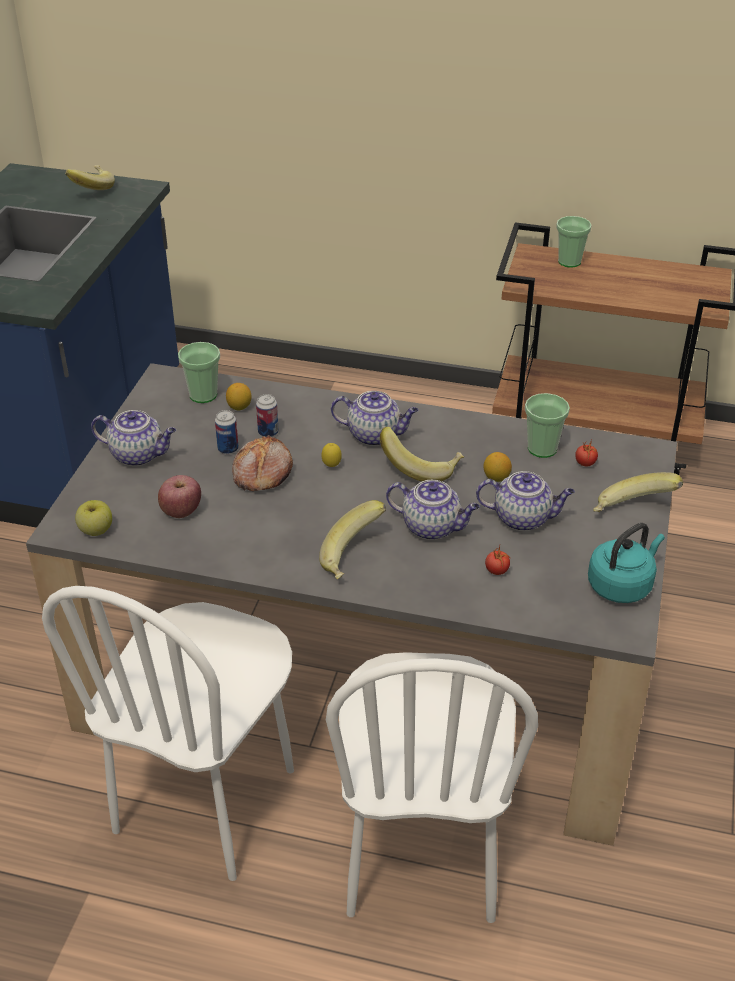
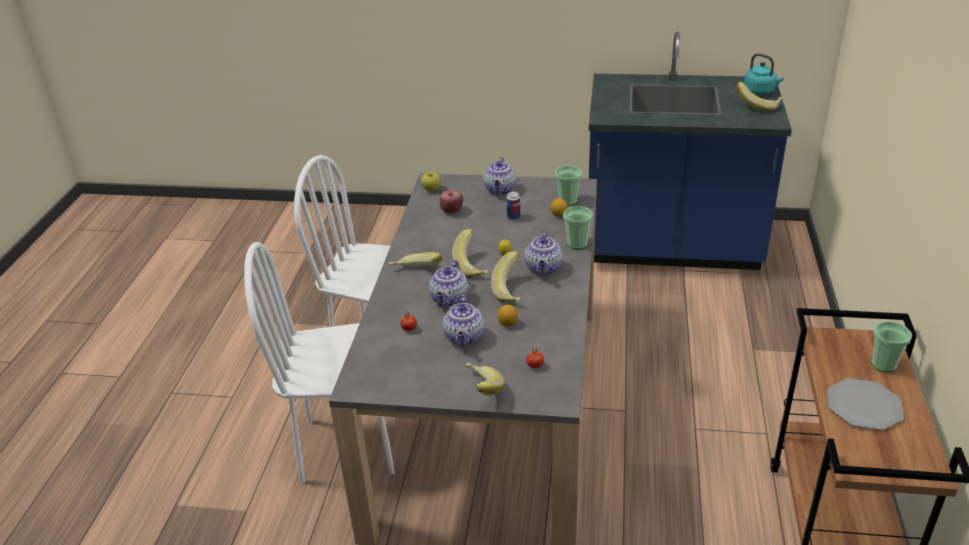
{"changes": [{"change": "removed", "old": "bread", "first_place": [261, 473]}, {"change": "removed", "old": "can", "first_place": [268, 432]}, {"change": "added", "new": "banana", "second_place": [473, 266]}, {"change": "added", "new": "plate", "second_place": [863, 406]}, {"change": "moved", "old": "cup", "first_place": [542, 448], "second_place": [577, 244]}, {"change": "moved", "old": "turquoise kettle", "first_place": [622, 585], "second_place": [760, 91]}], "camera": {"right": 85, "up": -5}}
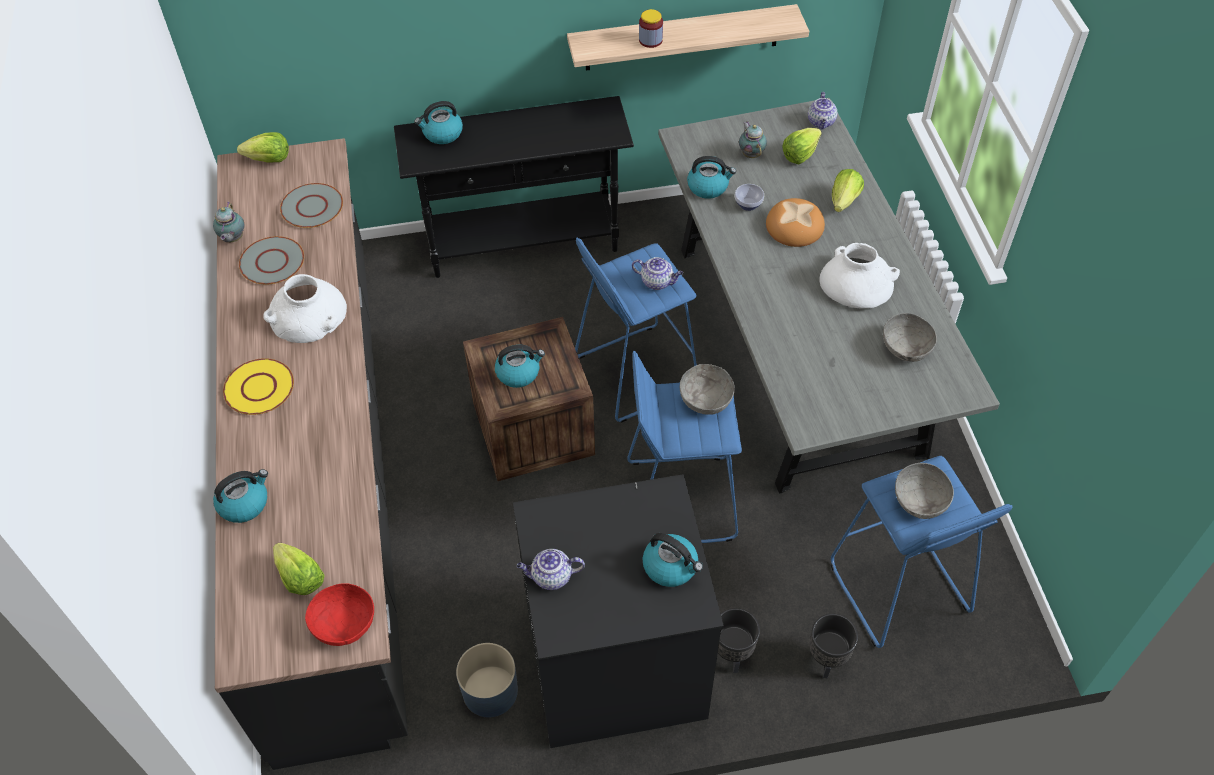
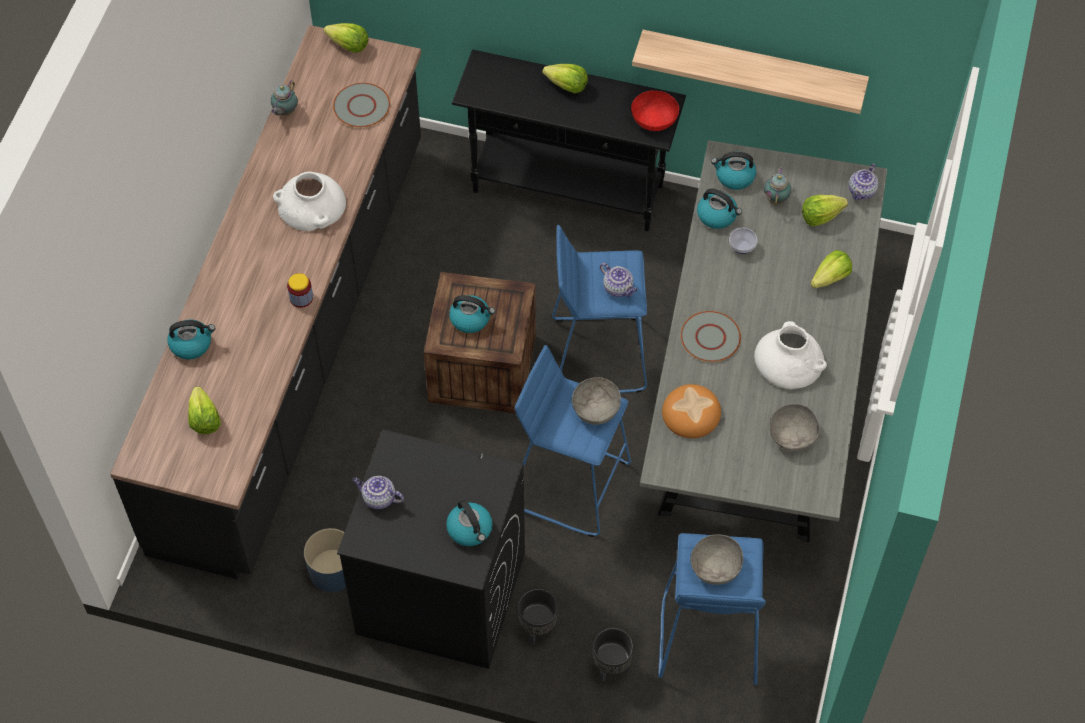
{"changes": [{"change": "removed", "old": "yellow plate", "first_place": [259, 388]}, {"change": "added", "new": "lettuce", "second_place": [567, 86]}, {"change": "moved", "old": "grey plate", "first_place": [272, 262], "second_place": [710, 338]}, {"change": "moved", "old": "red bowl", "first_place": [344, 624], "second_place": [654, 119]}, {"change": "moved", "old": "kettle", "first_place": [442, 134], "second_place": [734, 177]}, {"change": "moved", "old": "jar", "first_place": [650, 40], "second_place": [301, 298]}, {"change": "moved", "old": "bread", "first_place": [794, 226], "second_place": [691, 413]}], "camera": {"right": 25, "up": 5}}
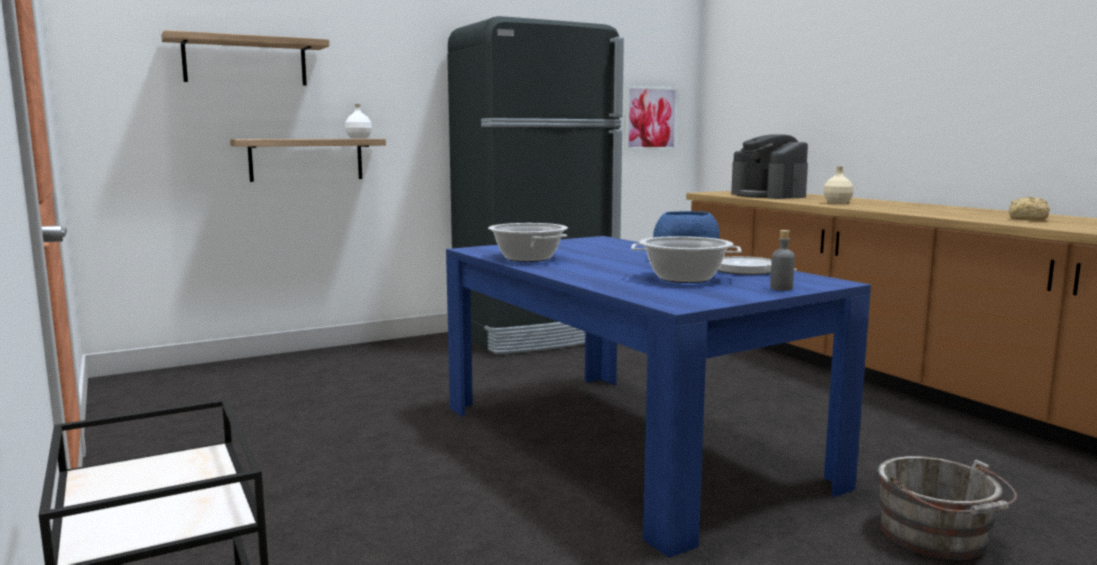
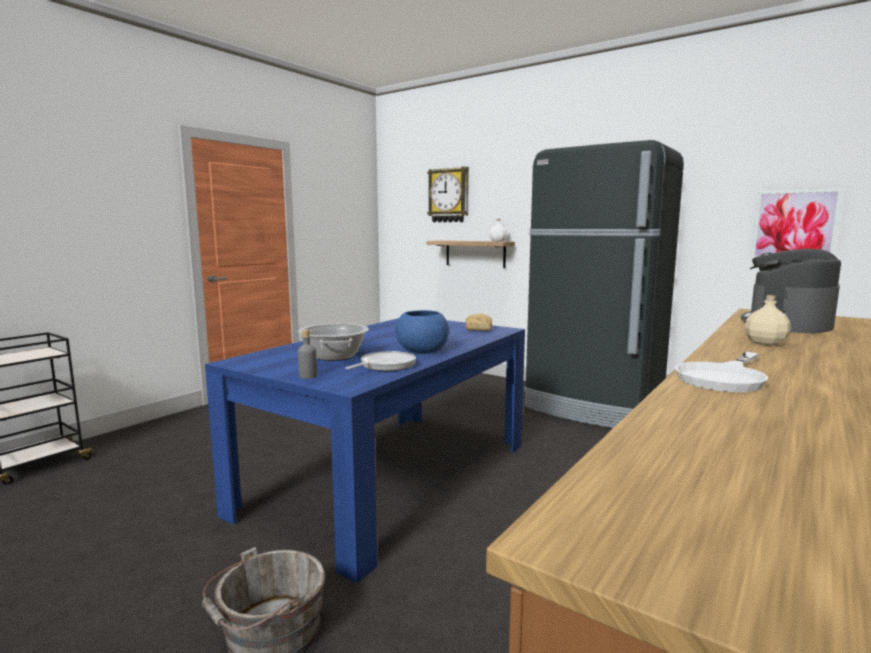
{"changes": [{"change": "removed", "old": "cooking pot", "first_place": [527, 258]}, {"change": "added", "new": "white frying pan", "second_place": [724, 377]}, {"change": "moved", "old": "bread", "first_place": [1027, 219], "second_place": [477, 329]}, {"change": "replaced", "old": "shelf", "new": "wall clock", "first_place": [245, 61], "second_place": [449, 195]}], "camera": {"right": 65, "up": 0}}
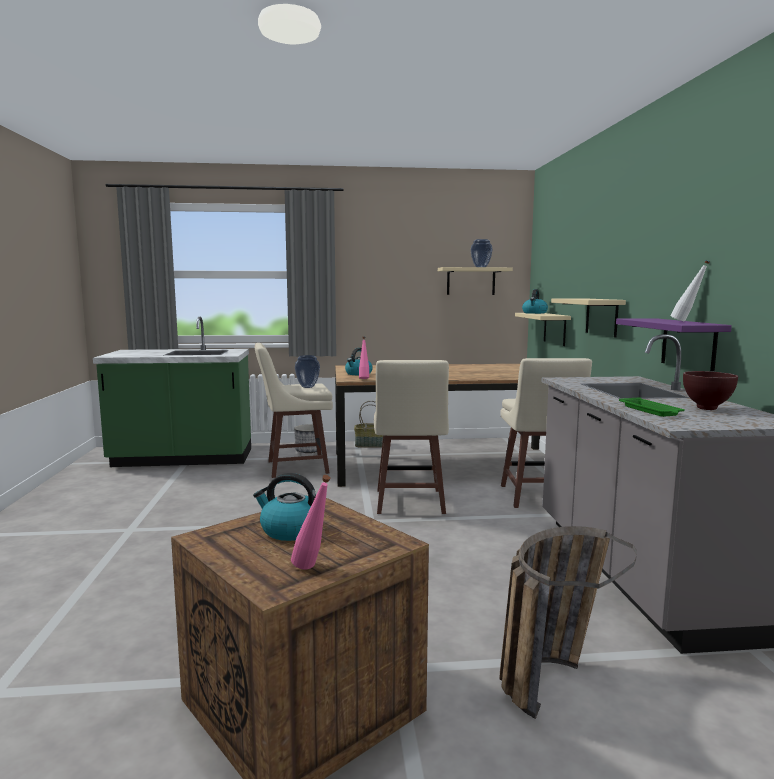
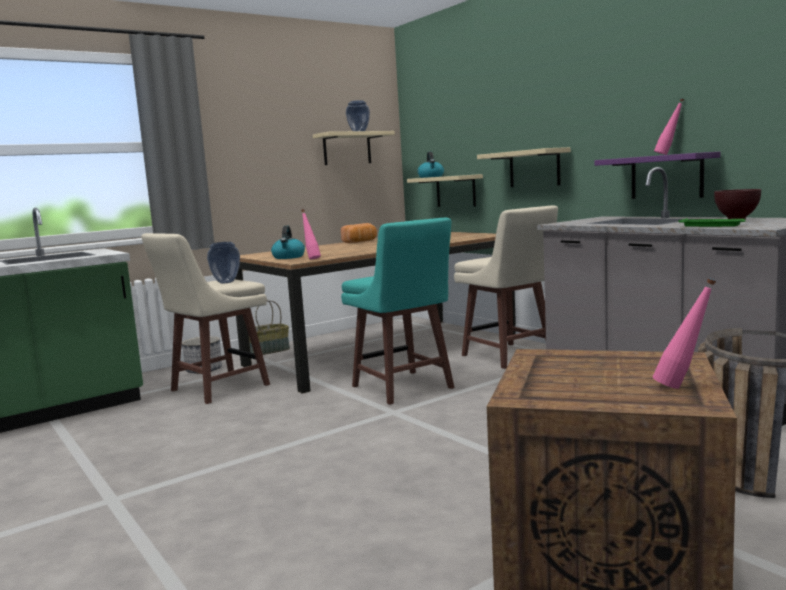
{"changes": [{"change": "removed", "old": "kettle", "first_place": [290, 530]}, {"change": "added", "new": "bread", "second_place": [361, 242]}, {"change": "recoloured", "old": "beige stool", "new": "turquoise stool", "first_place": [409, 503], "second_place": [403, 388]}, {"change": "recoloured", "old": "white bottle", "new": "pink bottle", "first_place": [686, 321], "second_place": [668, 154]}], "camera": {"right": -30, "up": 0}}
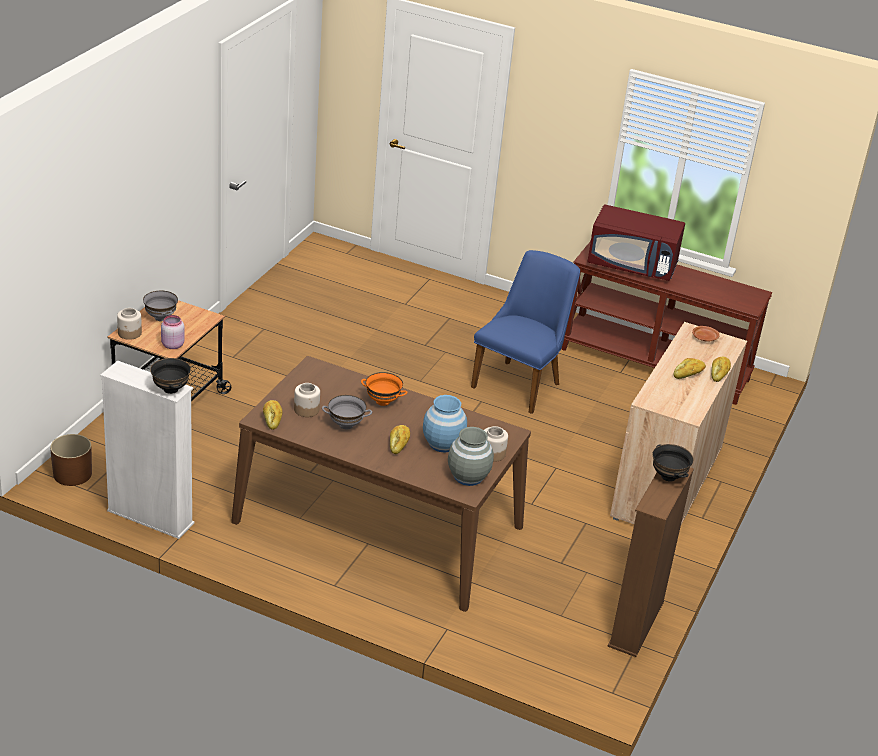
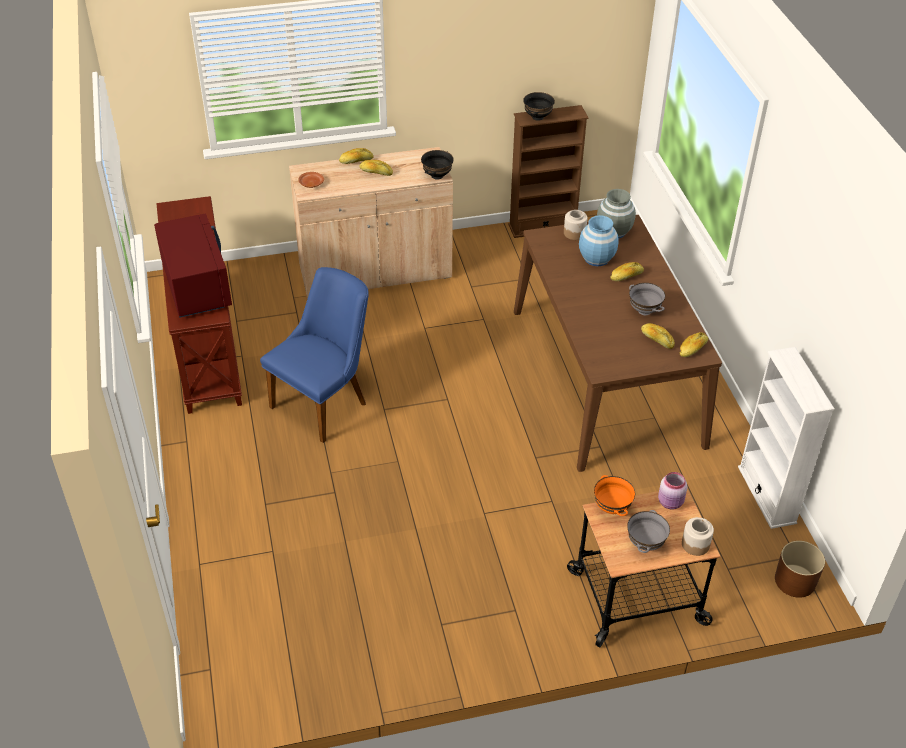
{"changes": [{"change": "moved", "old": "black bowl", "first_place": [171, 389], "second_place": [437, 175]}, {"change": "moved", "old": "orange bowl", "first_place": [382, 402], "second_place": [612, 508]}, {"change": "replaced", "old": "jar", "new": "bread", "first_place": [306, 409], "second_place": [657, 339]}, {"change": "turned", "old": "blue chair", "first_place": [521, 382], "second_place": [326, 401], "degrees": 135}], "camera": {"right": -125, "up": 10}}
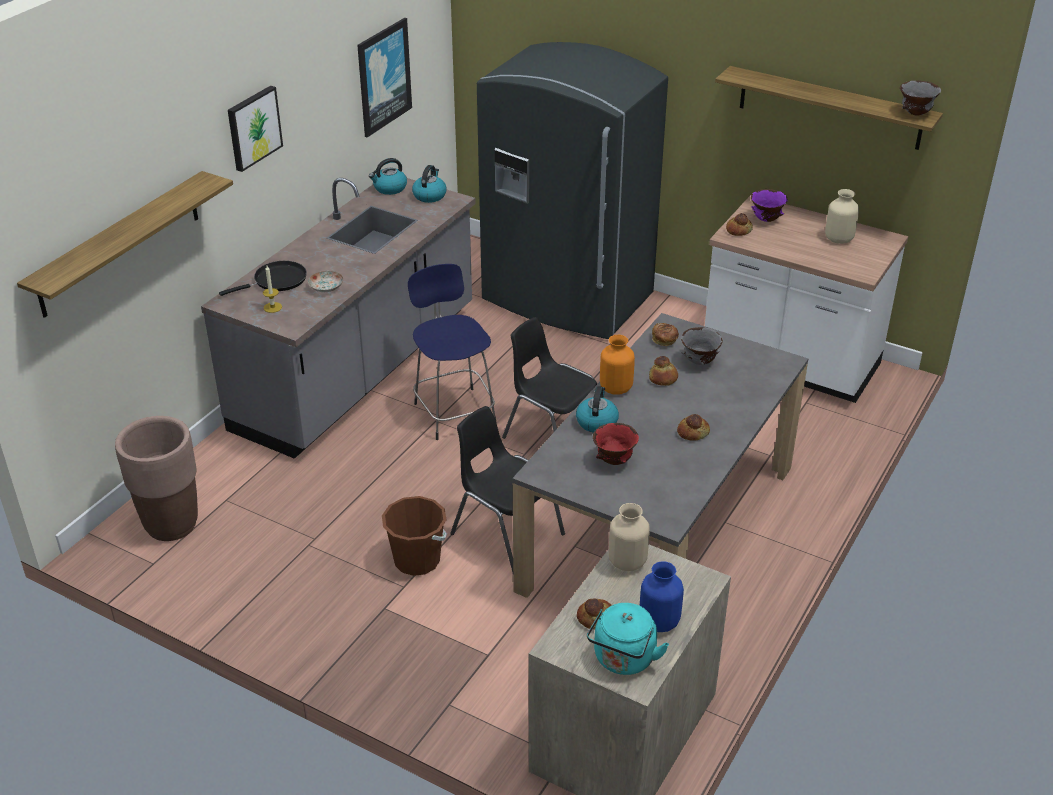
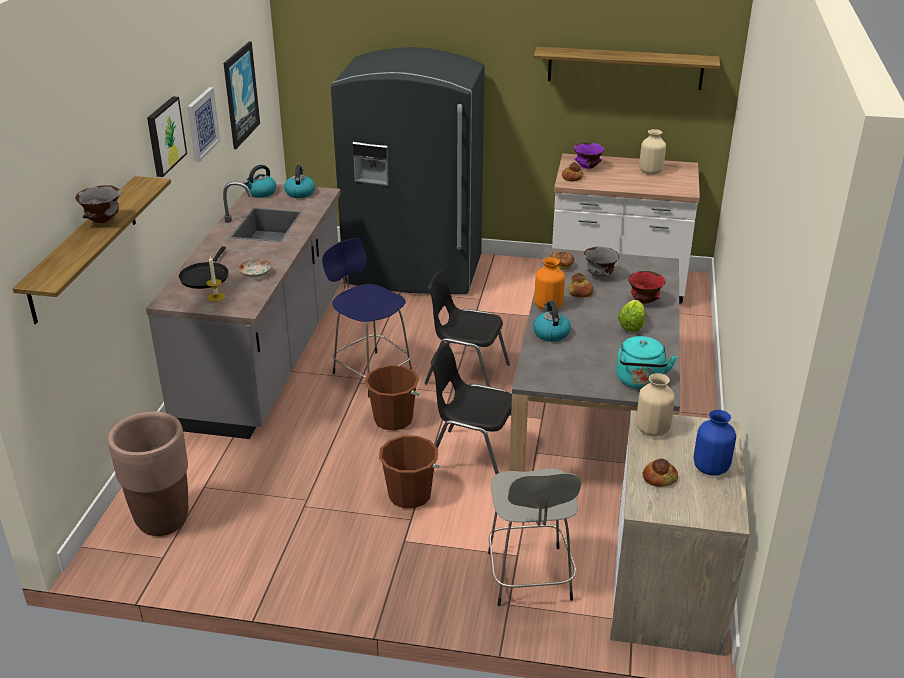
{"changes": [{"change": "added", "new": "picture", "second_place": [202, 124]}, {"change": "added", "new": "brown bucket", "second_place": [393, 419]}, {"change": "added", "new": "grey stool", "second_place": [529, 578]}, {"change": "moved", "old": "turquoise kettle", "first_place": [623, 660], "second_place": [640, 381]}, {"change": "moved", "old": "red bowl", "first_place": [614, 461], "second_place": [644, 302]}, {"change": "moved", "old": "grey bowl", "first_place": [915, 114], "second_place": [103, 221]}, {"change": "replaced", "old": "bread", "new": "lettuce", "first_place": [692, 432], "second_place": [631, 325]}, {"change": "turned", "old": "black frying pan", "first_place": [276, 281], "second_place": [205, 276], "degrees": 150}], "camera": {"right": -20, "up": -5}}
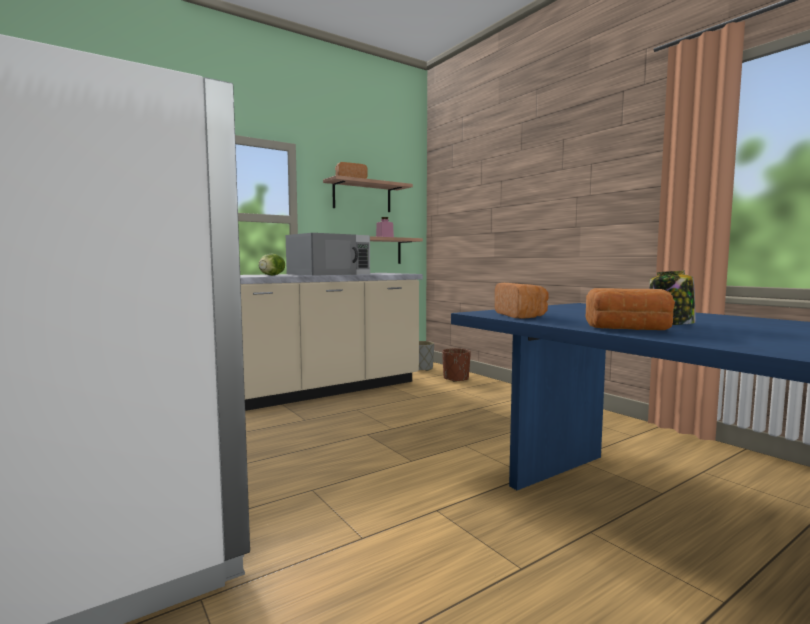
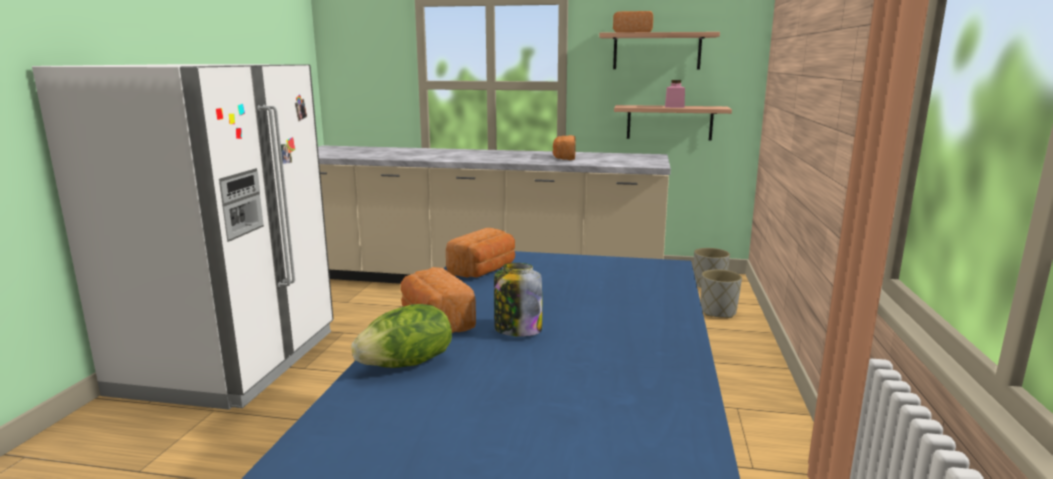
{"changes": [{"change": "moved", "old": "lettuce", "first_place": [272, 275], "second_place": [407, 364]}, {"change": "replaced", "old": "white microwave", "new": "bread", "first_place": [329, 274], "second_place": [564, 157]}, {"change": "recoloured", "old": "brown planter", "new": "grey planter", "first_place": [456, 379], "second_place": [718, 312]}], "camera": {"right": 45, "up": 10}}
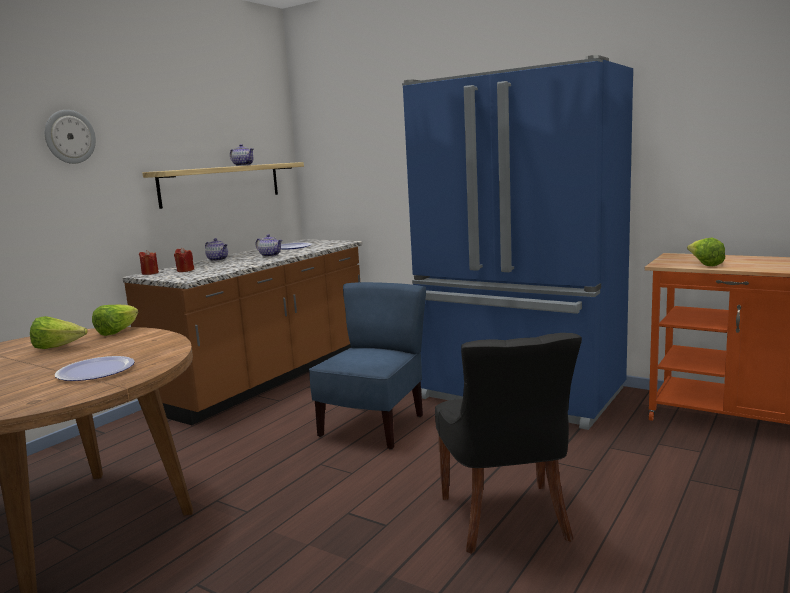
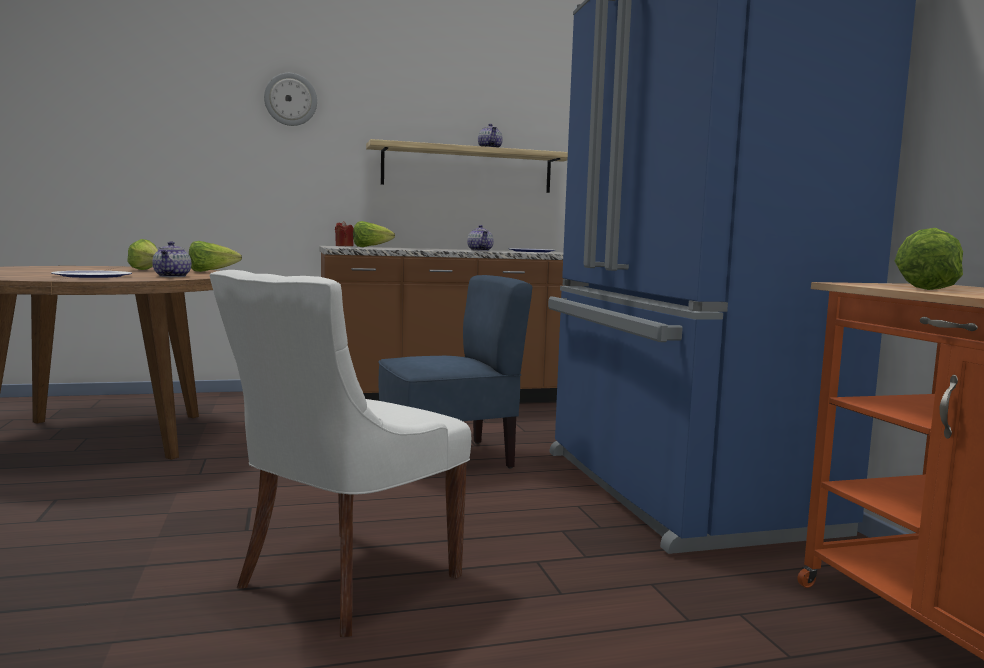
{"changes": [{"change": "moved", "old": "teapot", "first_place": [218, 259], "second_place": [172, 276]}, {"change": "replaced", "old": "red candle", "new": "lettuce", "first_place": [185, 270], "second_place": [370, 247]}, {"change": "recoloured", "old": "black chair", "new": "white chair", "first_place": [506, 519], "second_place": [343, 582]}], "camera": {"right": 40, "up": -5}}
